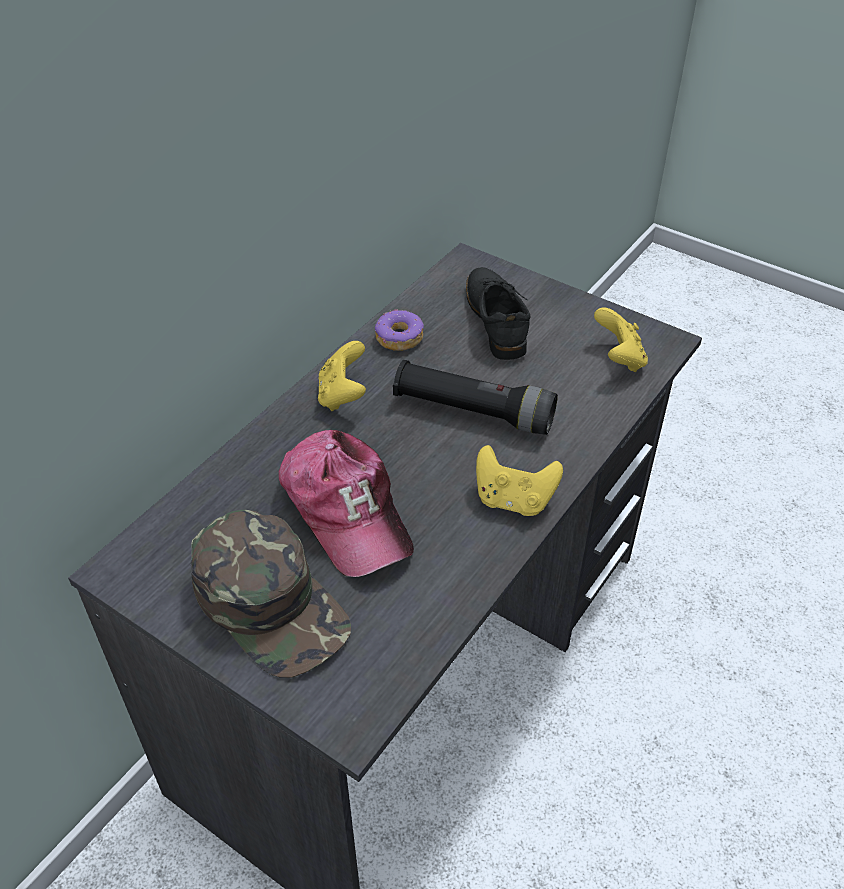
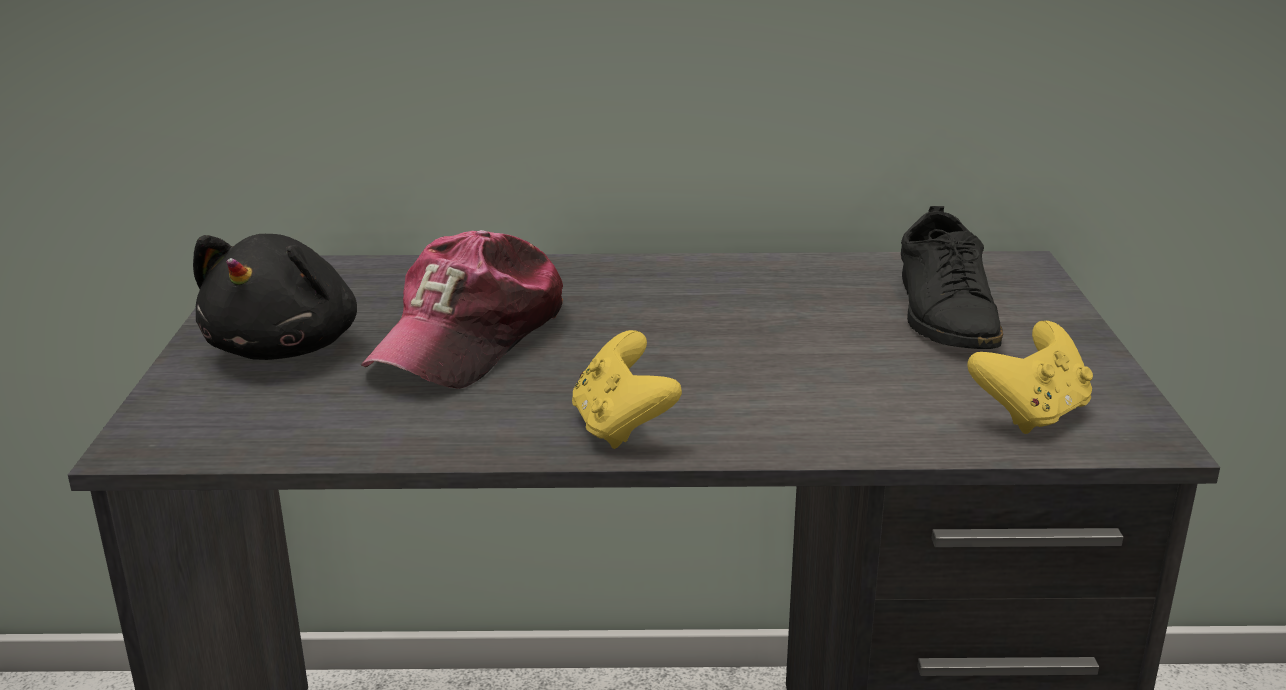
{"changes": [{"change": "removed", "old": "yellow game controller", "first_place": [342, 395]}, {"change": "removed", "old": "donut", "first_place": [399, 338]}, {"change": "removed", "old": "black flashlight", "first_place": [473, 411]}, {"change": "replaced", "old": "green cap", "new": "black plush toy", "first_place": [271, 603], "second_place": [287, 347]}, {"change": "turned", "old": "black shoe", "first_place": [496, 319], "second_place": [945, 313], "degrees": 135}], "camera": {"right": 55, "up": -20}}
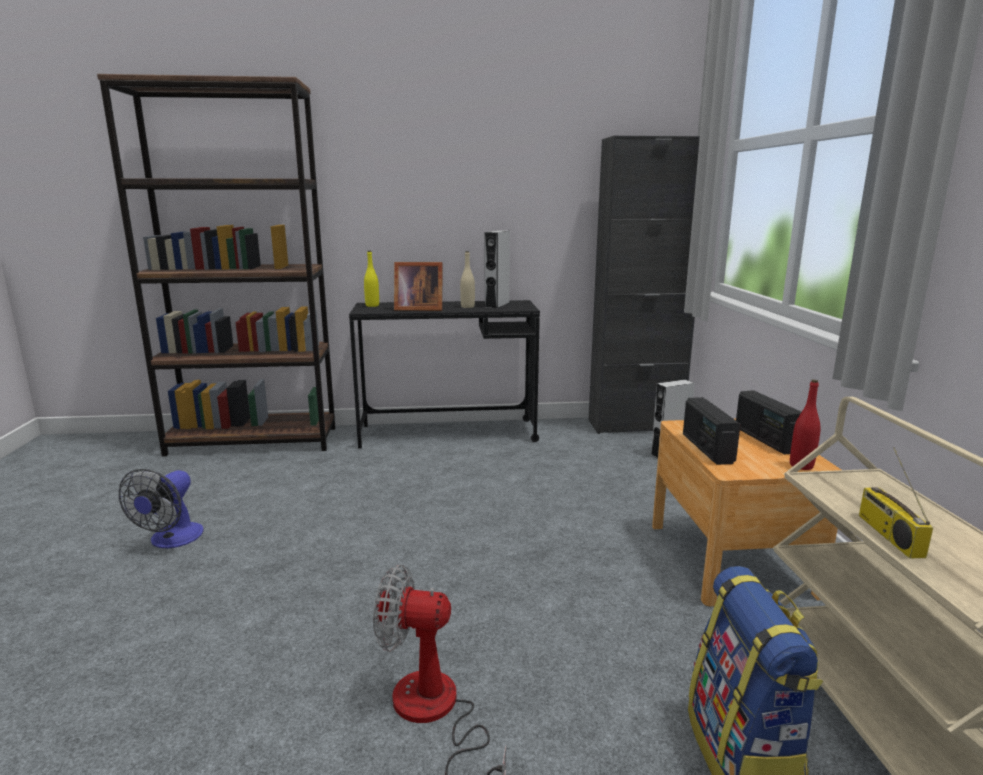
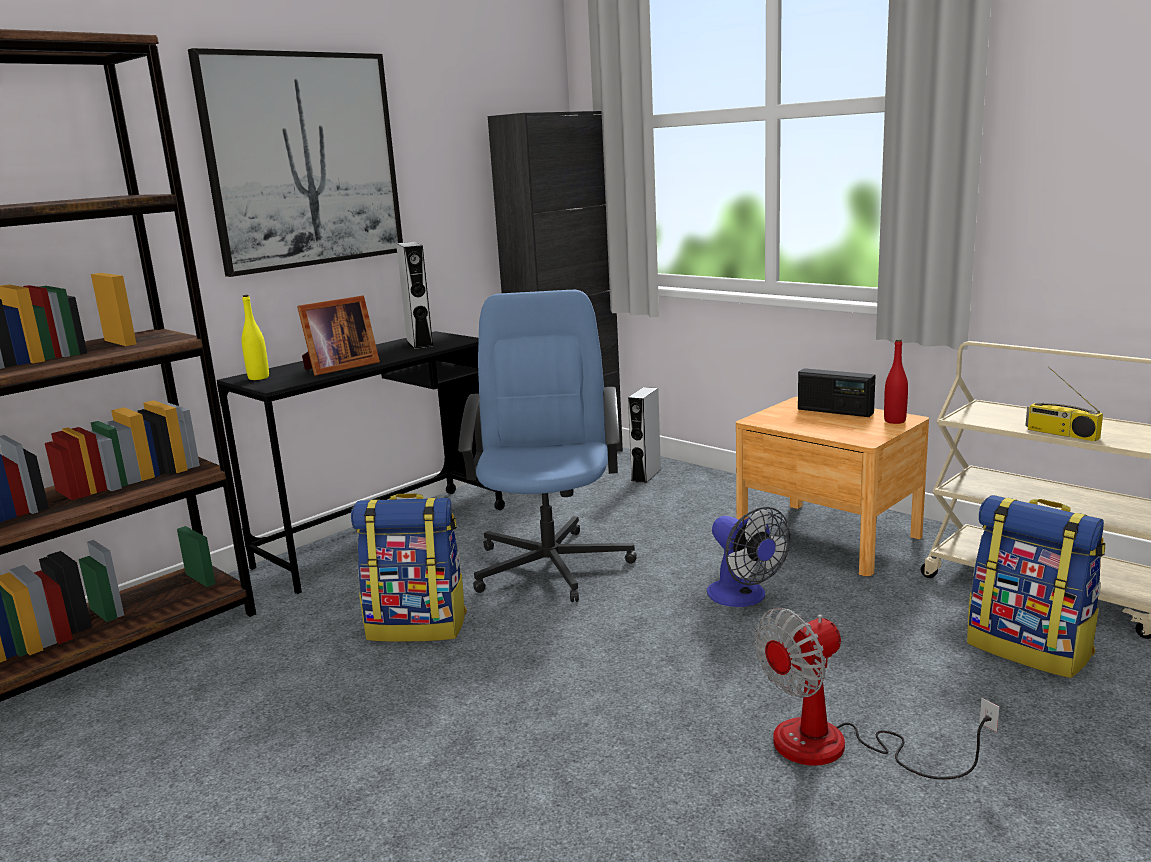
{"changes": [{"change": "removed", "old": "beige bottle", "first_place": [467, 307]}, {"change": "removed", "old": "radio", "first_place": [706, 449]}, {"change": "added", "new": "picture", "second_place": [304, 161]}, {"change": "added", "new": "backpack", "second_place": [418, 626]}, {"change": "added", "new": "blue office chair", "second_place": [551, 565]}, {"change": "moved", "old": "fan", "first_place": [171, 540], "second_place": [743, 597]}], "camera": {"right": -40, "up": 0}}
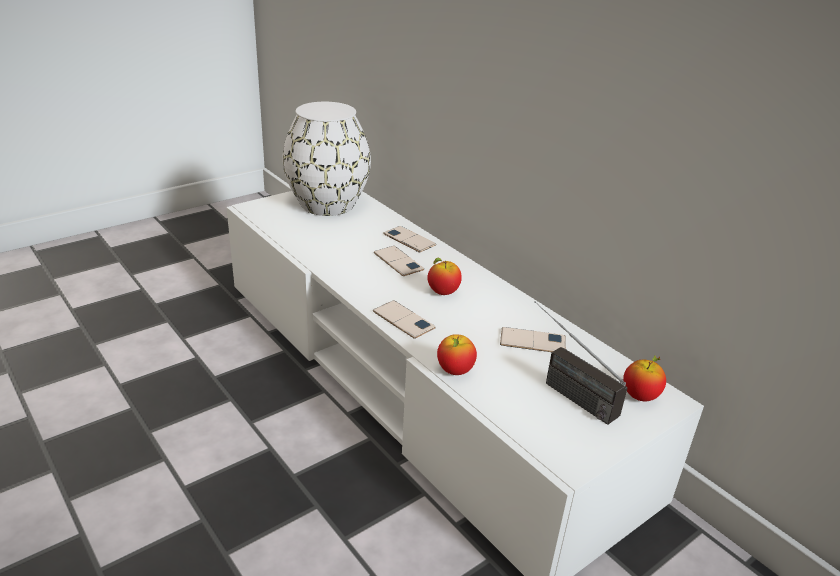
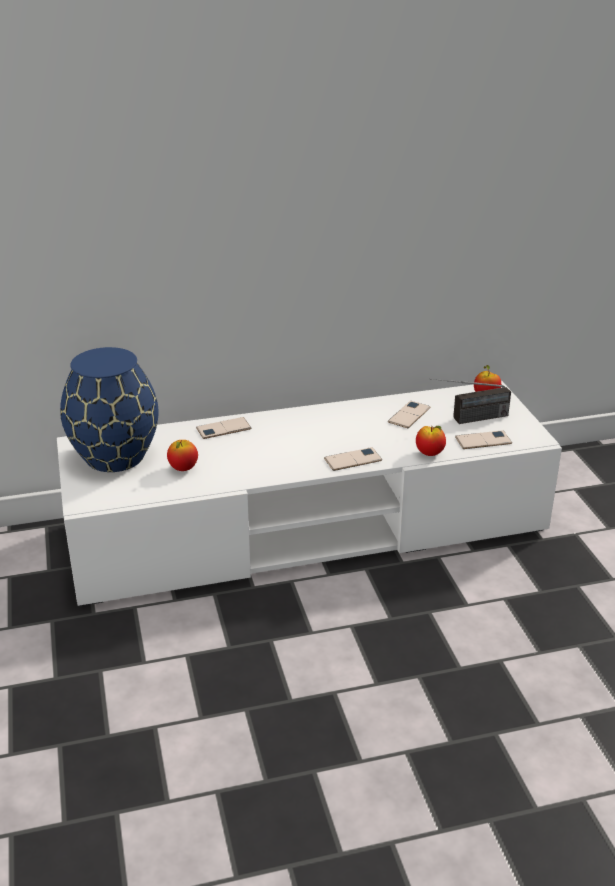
{"changes": [{"change": "moved", "old": "phone", "first_place": [398, 261], "second_place": [483, 440]}, {"change": "moved", "old": "apple", "first_place": [443, 292], "second_place": [183, 468]}, {"change": "recoloured", "old": "white vase", "new": "blue vase", "first_place": [326, 204], "second_place": [114, 457]}], "camera": {"right": -65, "up": 0}}
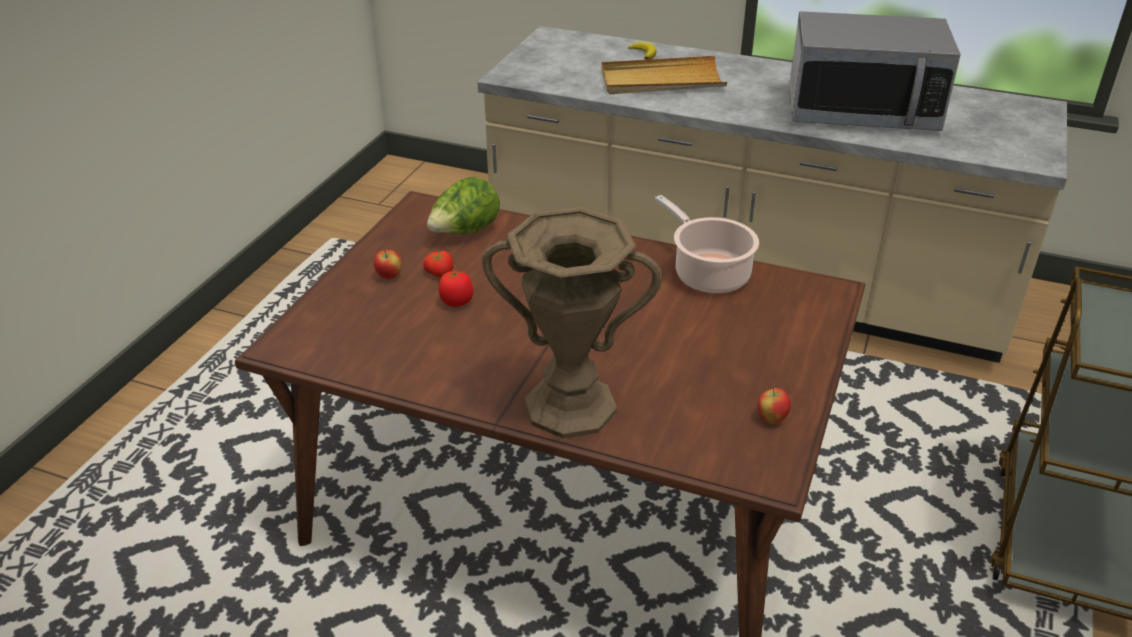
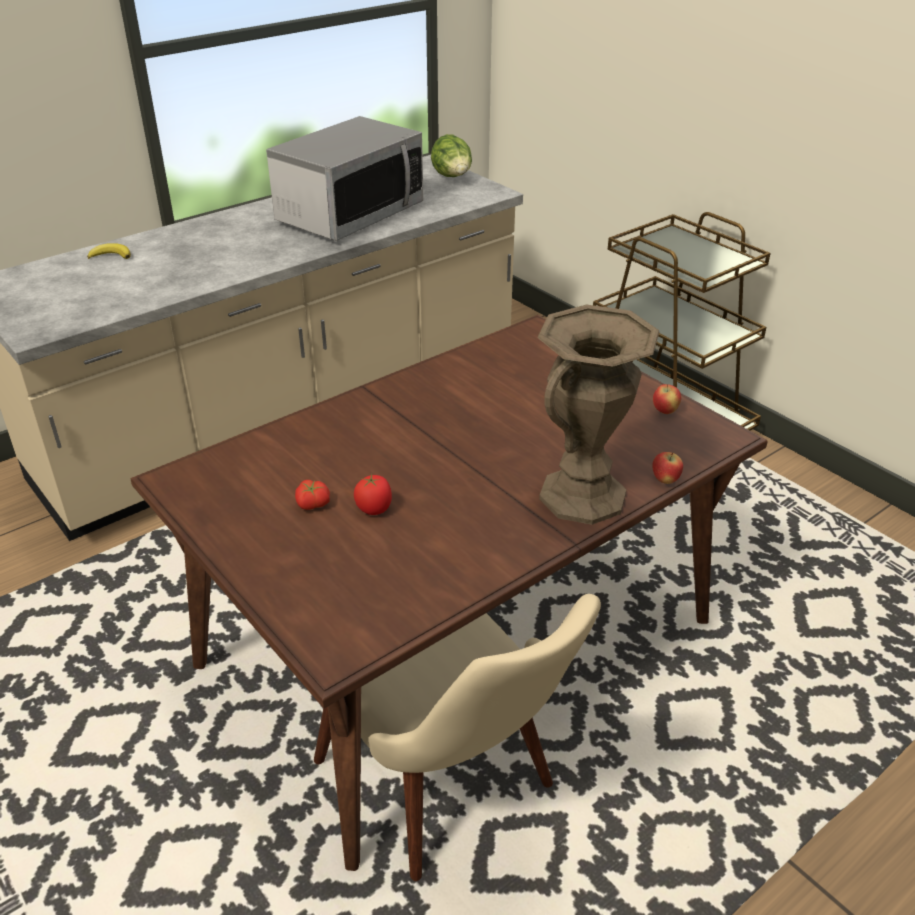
{"changes": [{"change": "removed", "old": "beige tray", "first_place": [661, 81]}, {"change": "removed", "old": "cooking pot", "first_place": [708, 273]}, {"change": "added", "new": "beige chair", "second_place": [453, 791]}, {"change": "moved", "old": "apple", "first_place": [389, 276], "second_place": [665, 480]}, {"change": "moved", "old": "lettuce", "first_place": [465, 232], "second_place": [453, 178]}], "camera": {"right": -60, "up": 0}}
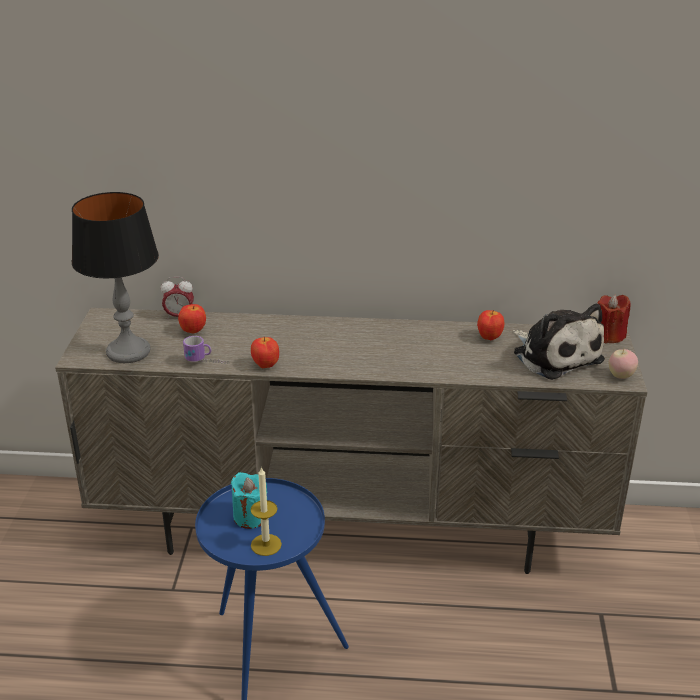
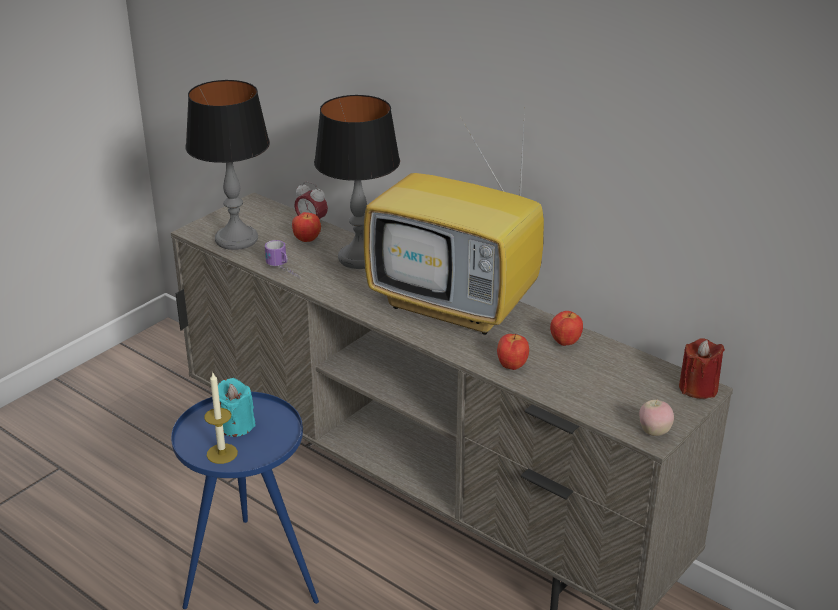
{"changes": [{"change": "removed", "old": "plush toy", "first_place": [555, 355]}, {"change": "added", "new": "table lamp", "second_place": [359, 258]}, {"change": "added", "new": "television", "second_place": [457, 306]}, {"change": "moved", "old": "apple", "first_place": [265, 365], "second_place": [511, 366]}], "camera": {"right": 35, "up": 0}}
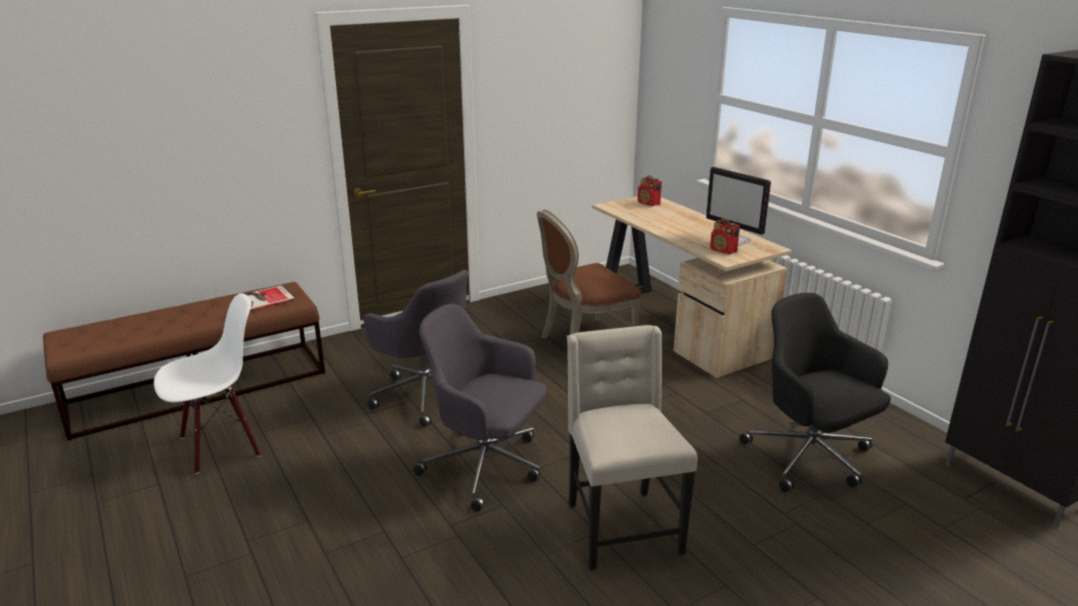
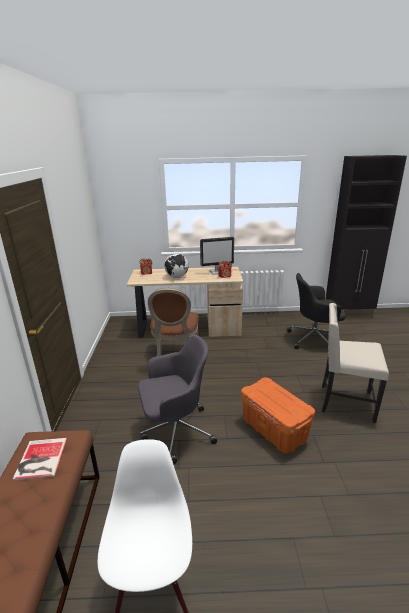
{"changes": [{"change": "added", "new": "globe", "second_place": [177, 277]}, {"change": "replaced", "old": "grey office chair", "new": "orange storage box", "first_place": [486, 466], "second_place": [273, 430]}], "camera": {"right": -60, "up": 0}}
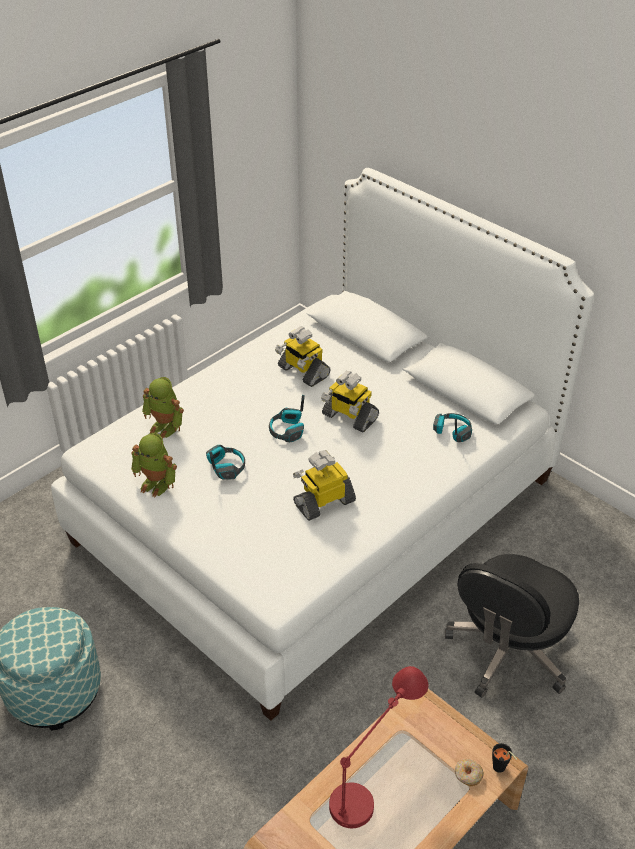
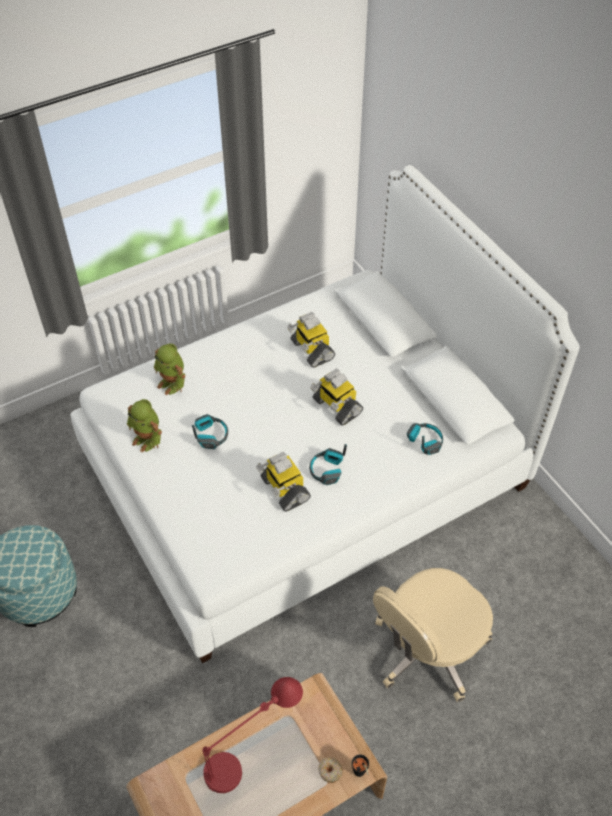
{"changes": [{"change": "moved", "old": "headphones", "first_place": [287, 430], "second_place": [327, 470]}, {"change": "recoloured", "old": "black office chair", "new": "beige office chair", "first_place": [508, 651], "second_place": [427, 649]}, {"change": "turned", "old": "toy robot", "first_place": [324, 502], "second_place": [284, 489], "degrees": -105}], "camera": {"right": 15, "up": 10}}
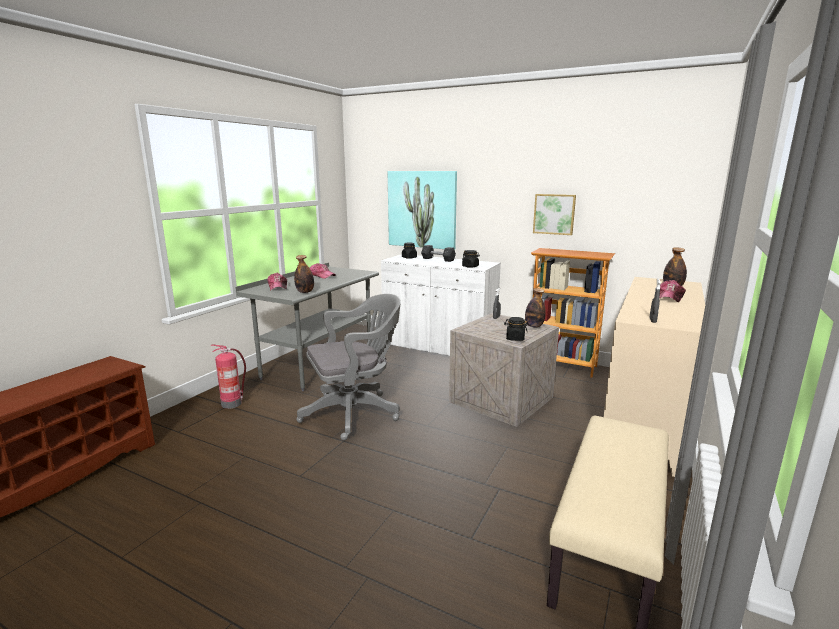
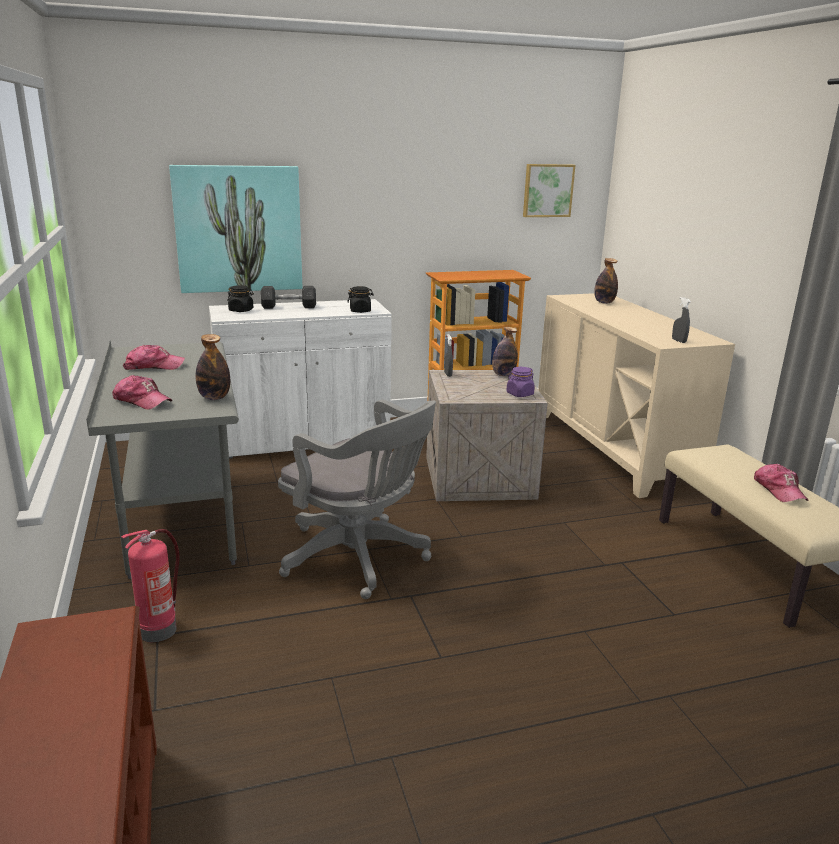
{"changes": [{"change": "moved", "old": "picture", "first_place": [554, 214], "second_place": [547, 190]}, {"change": "moved", "old": "cap", "first_place": [670, 297], "second_place": [779, 490]}, {"change": "recoloured", "old": "black jar", "new": "purple jar", "first_place": [515, 338], "second_place": [519, 394]}, {"change": "turned", "old": "grey office chair", "first_place": [355, 412], "second_place": [360, 559], "degrees": 105}], "camera": {"right": -45, "up": 5}}
